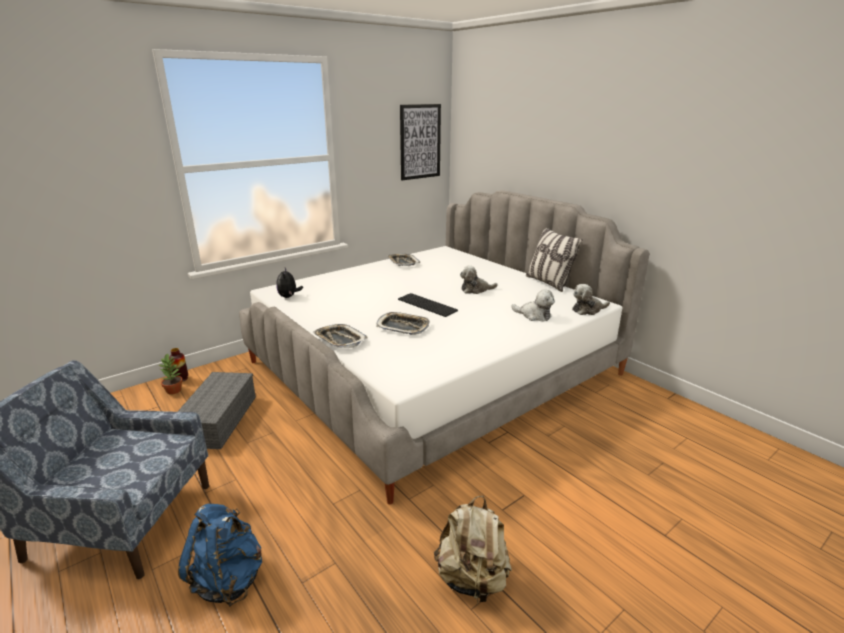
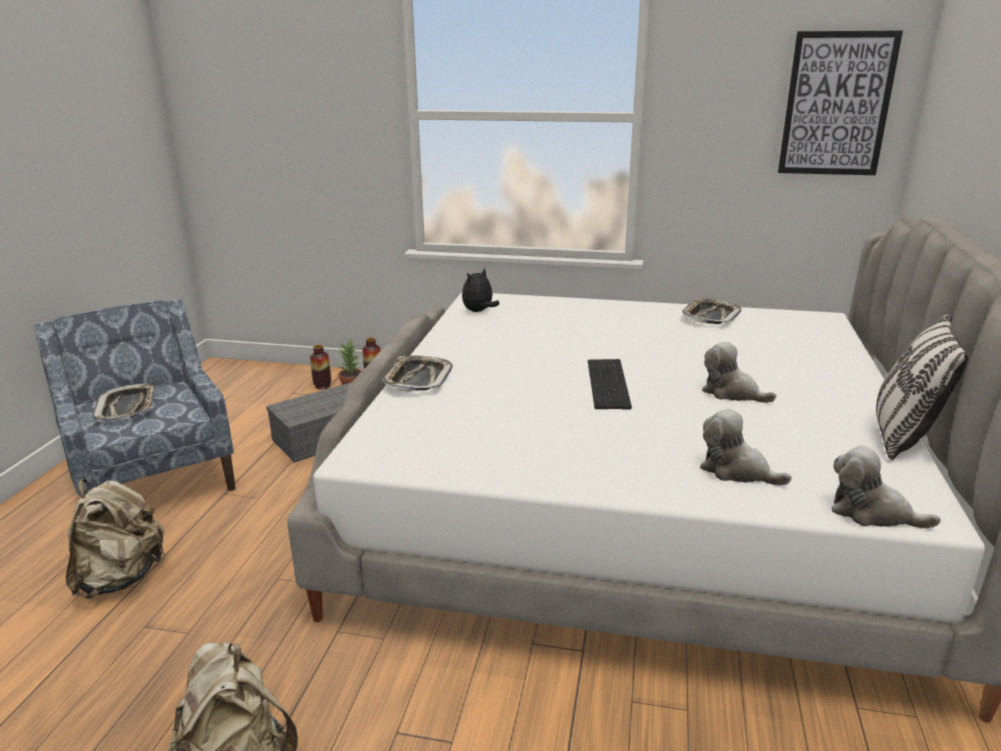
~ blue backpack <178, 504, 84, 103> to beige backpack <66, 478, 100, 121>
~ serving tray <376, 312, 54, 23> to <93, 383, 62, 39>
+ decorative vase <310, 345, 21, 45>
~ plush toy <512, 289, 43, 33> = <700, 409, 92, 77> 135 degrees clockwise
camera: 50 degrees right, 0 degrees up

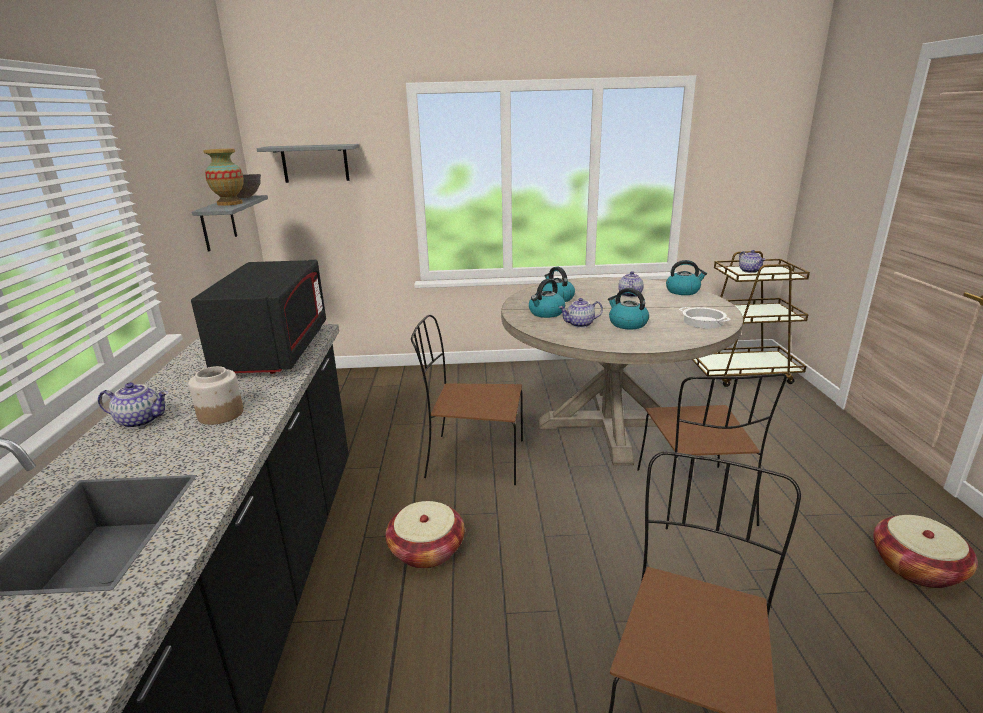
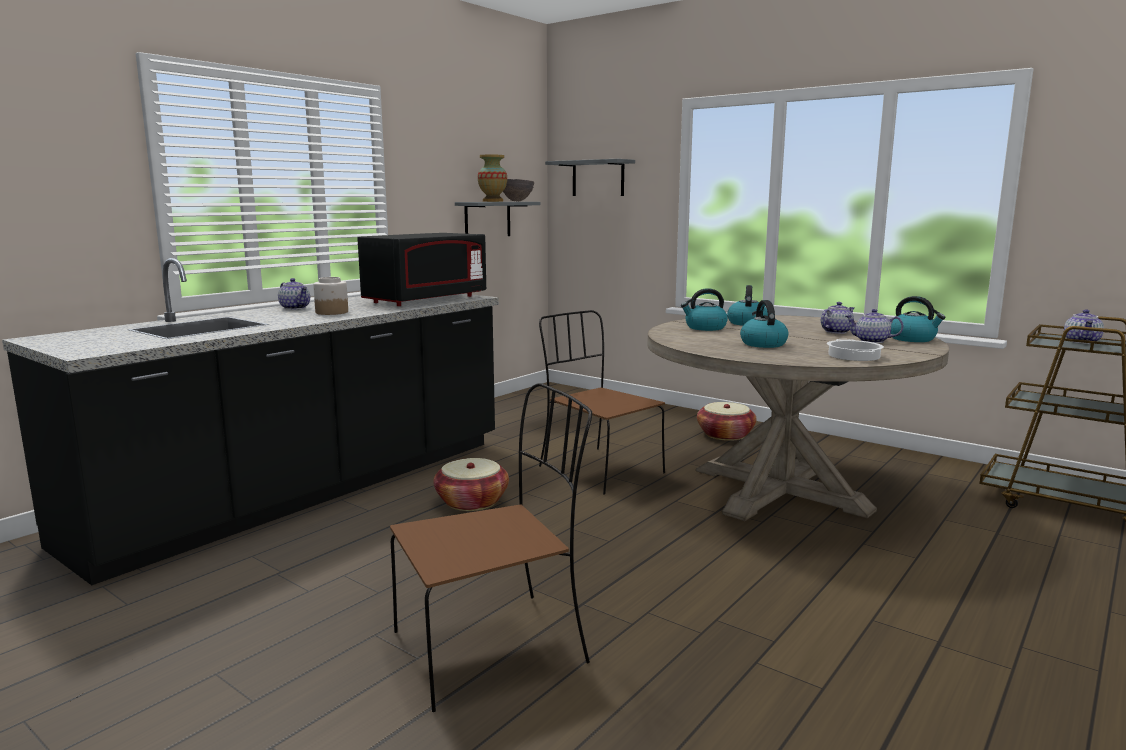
~ household basket <873, 515, 105, 73> to <697, 402, 59, 39>
~ teapot <558, 298, 45, 30> to <846, 309, 57, 34>
- brown-coloured upright chair <637, 373, 150, 157>
camera: 40 degrees right, 10 degrees down

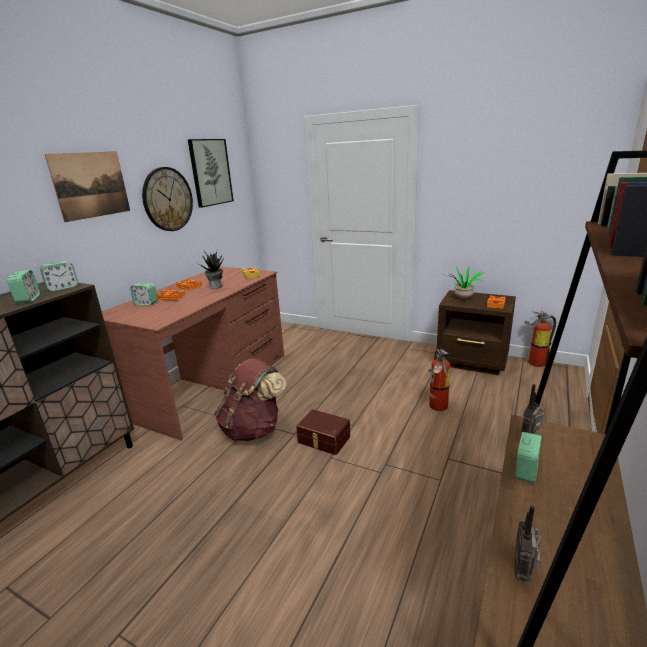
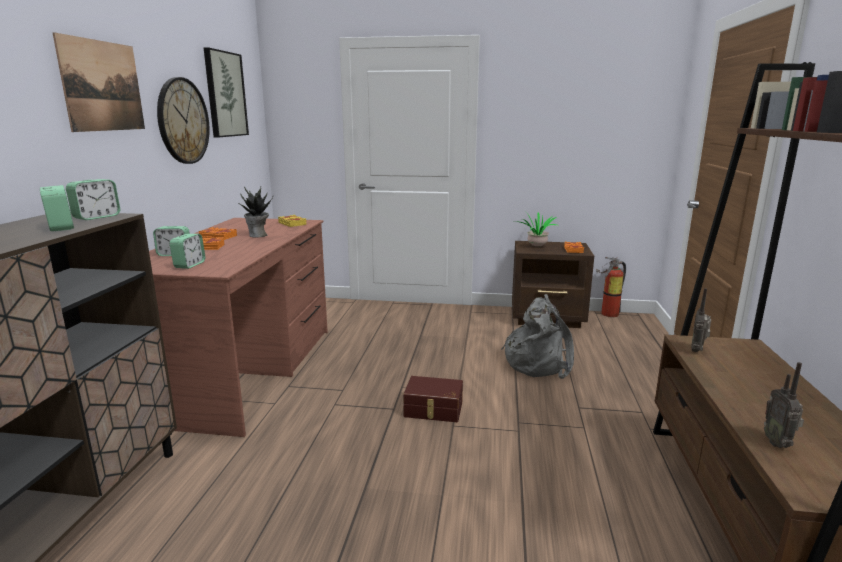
~ bedside clock <515, 432, 27, 51> to <170, 234, 35, 35>
~ fire-fighting cylinder <428, 348, 22, 63> to grey backpack <501, 294, 73, 85>
- brown-coloured backpack <214, 358, 72, 83>
camera: 20 degrees left, 5 degrees down

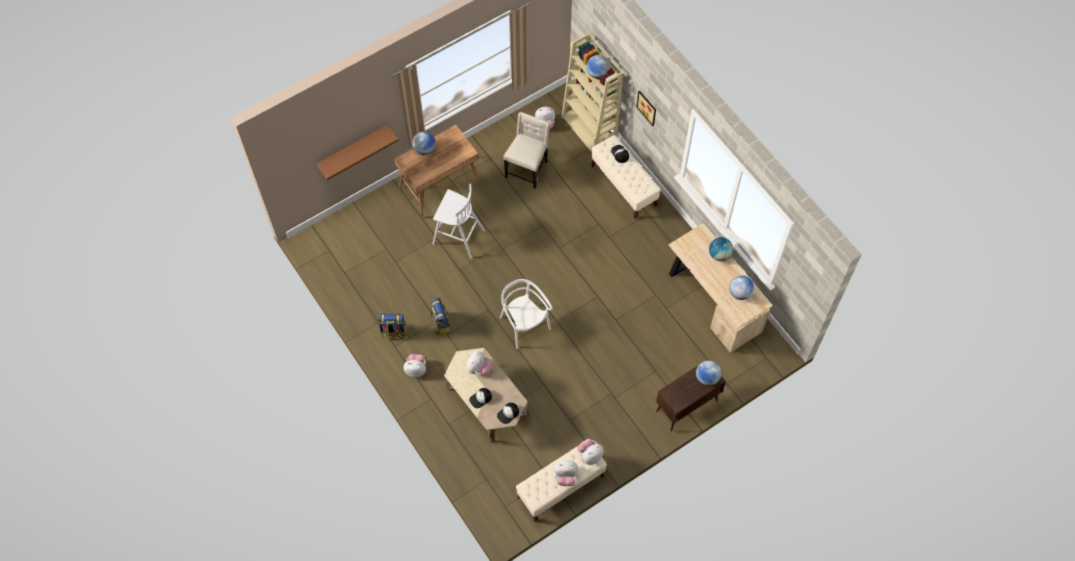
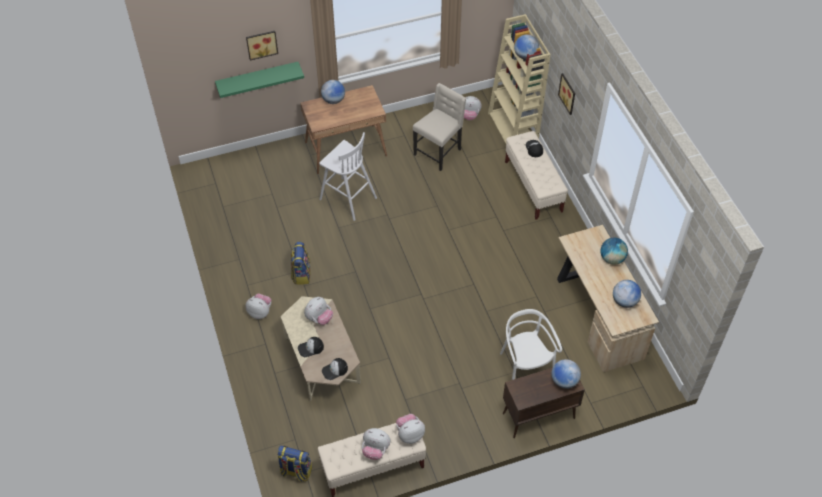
~ brown-coloured bracket shelf <316, 125, 83, 55> to green-coloured bracket shelf <215, 62, 89, 36>
+ picture <246, 31, 32, 29>
~ backpack <378, 314, 28, 25> to <277, 445, 35, 37>
~ whitish upright chair <500, 279, 53, 70> to <500, 309, 62, 71>
camera: 15 degrees right, 10 degrees down

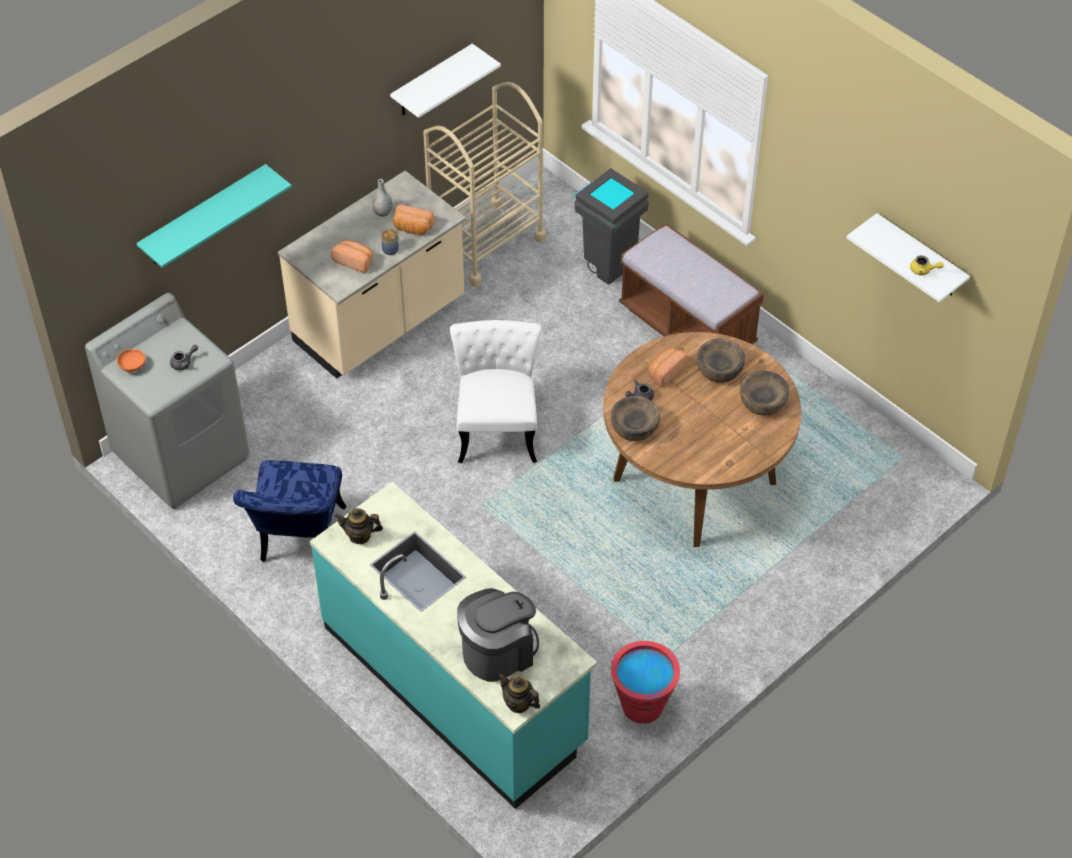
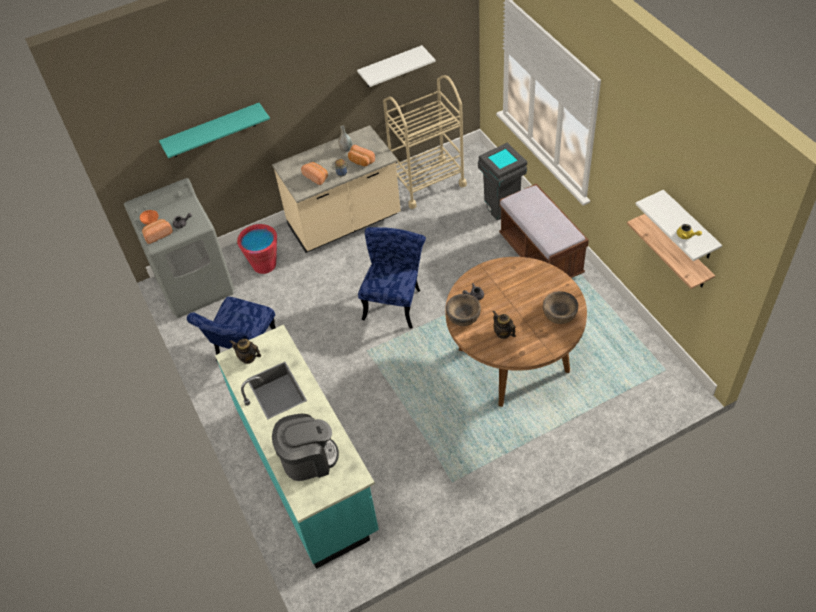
~ bakery bread <648, 348, 40, 39> to <142, 219, 31, 25>
~ red bucket <611, 641, 69, 83> to <237, 224, 40, 50>
~ whitish upright chair <450, 320, 92, 143> to blue upright chair <358, 227, 68, 101>
~ teapot <498, 673, 42, 40> to <493, 311, 23, 28>
+ bracket shelf <627, 214, 88, 75>
- brown-coloured deep dish <697, 338, 48, 45>
camera: 20 degrees right, 0 degrees up

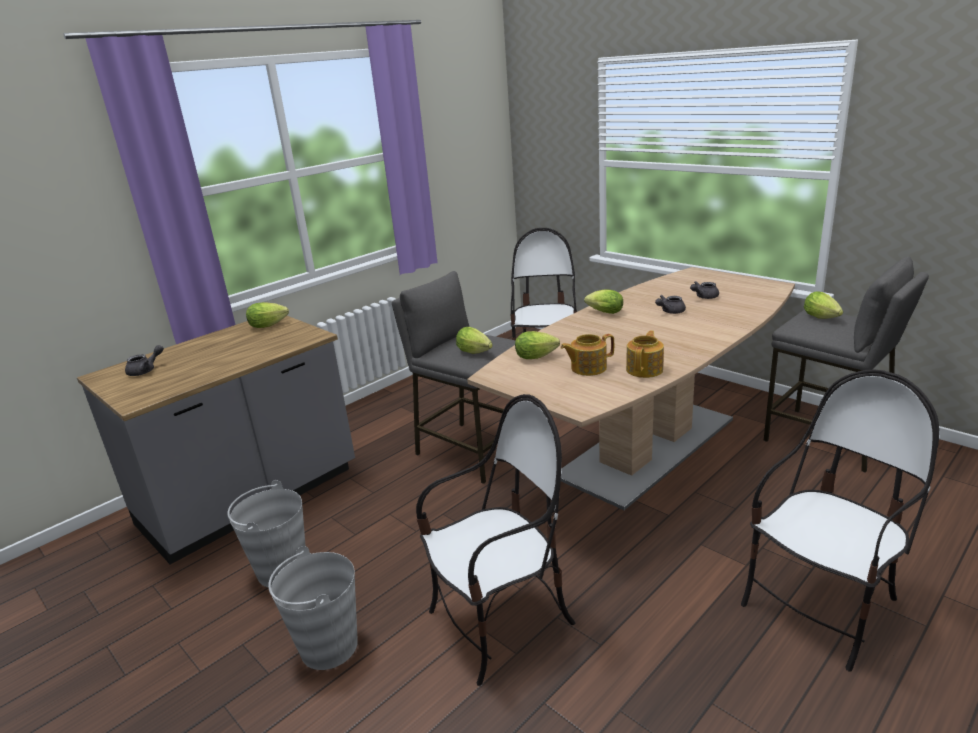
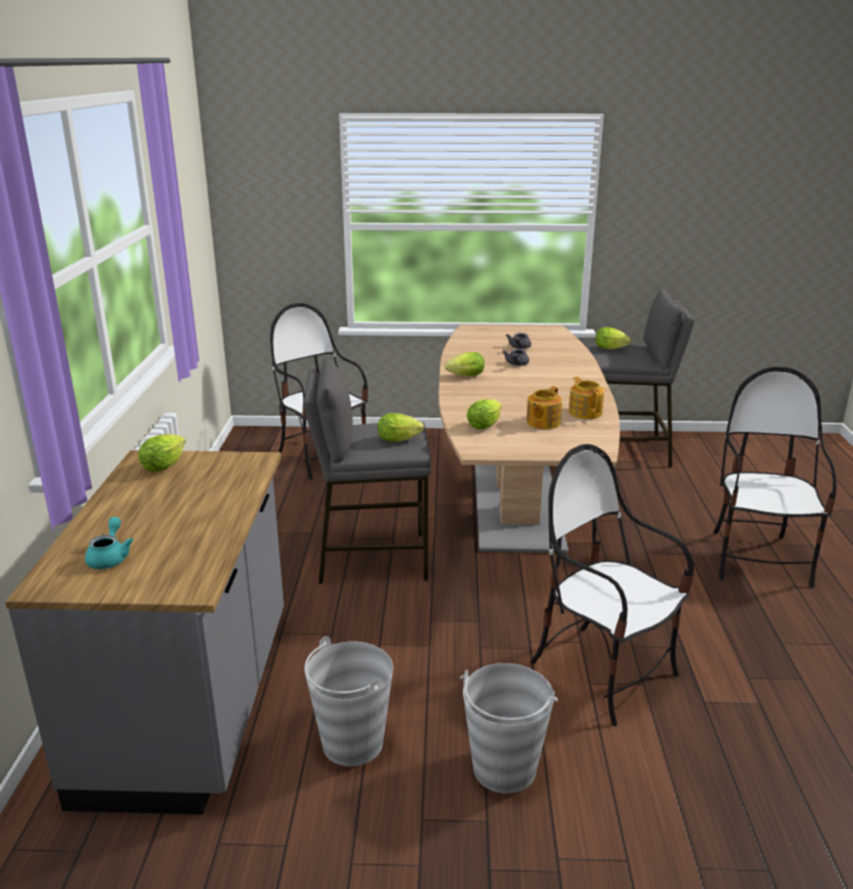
~ grey teapot <125, 345, 39, 31> to turquoise-coloured teapot <85, 517, 49, 52>
~ upright chair <416, 394, 159, 292> = <530, 444, 164, 282> 60 degrees counterclockwise
camera: 45 degrees left, 0 degrees up

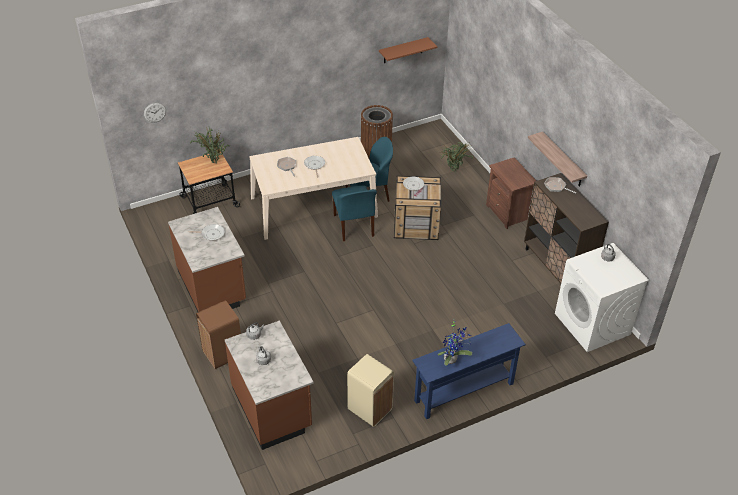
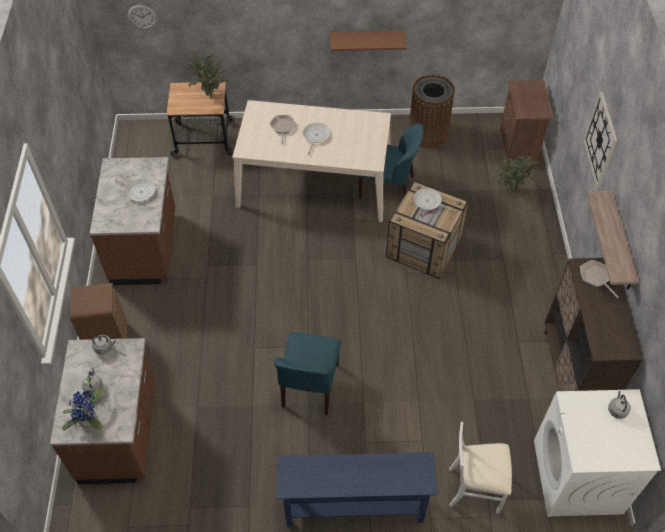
~ potted plant <437, 321, 35, 45> to <62, 375, 42, 56>
~ blue upright chair <332, 186, 45, 55> to <274, 332, 67, 83>
~ brown-coloured bracket shelf <379, 37, 58, 26> to <330, 31, 77, 20>
+ whitish upright chair <449, 422, 63, 92>
~ brown-coloured nightstand <486, 157, 50, 72> to <500, 80, 54, 81>
+ hanging clock <583, 92, 34, 95>
- beige waste bin <347, 354, 47, 73>
camera: 25 degrees right, 10 degrees up

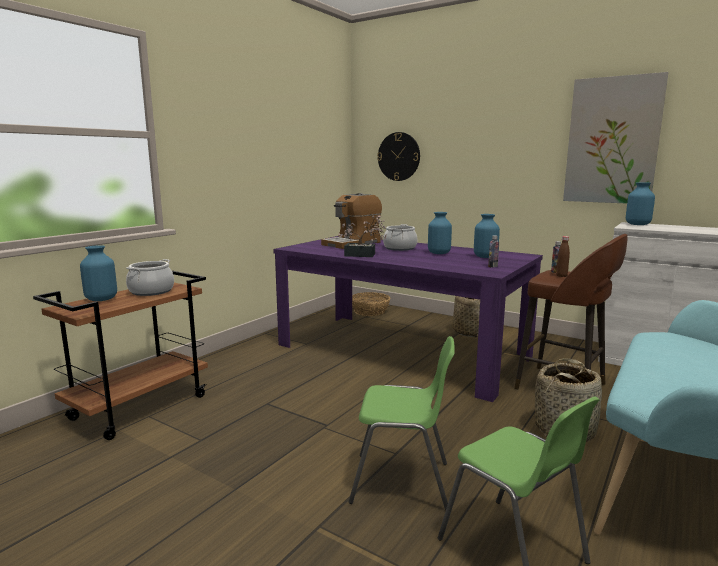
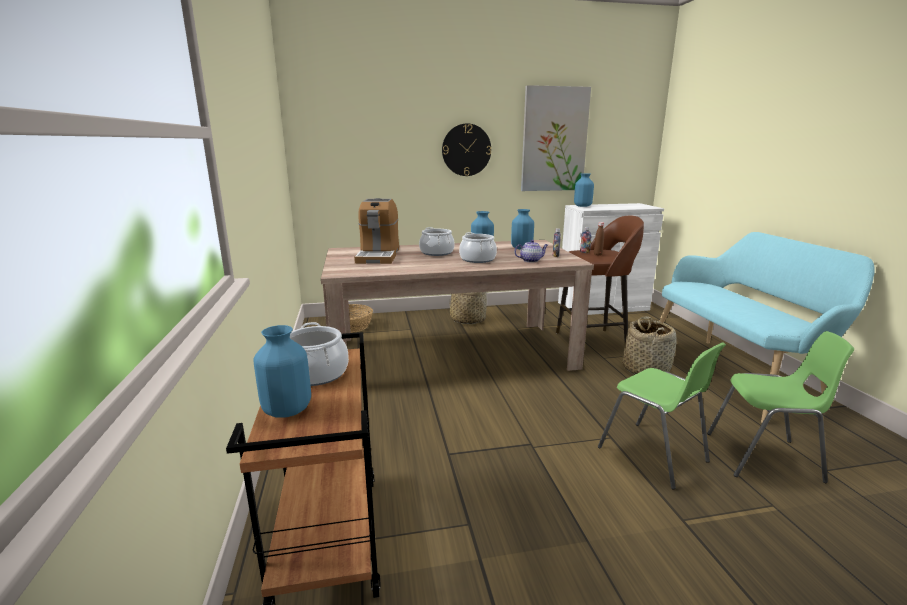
~ purple-coloured dining table <273, 236, 270, 166> to beige dining table <321, 240, 273, 131>
~ hanging clock <377, 132, 43, 49> to <442, 123, 49, 53>
+ stockpot <459, 232, 38, 31>
+ teapot <514, 240, 34, 22>
~ green-coloured upright chair <348, 336, 107, 174> = <598, 342, 128, 147> 90 degrees clockwise
- potted plant <338, 215, 49, 42>
camera: 45 degrees left, 5 degrees up

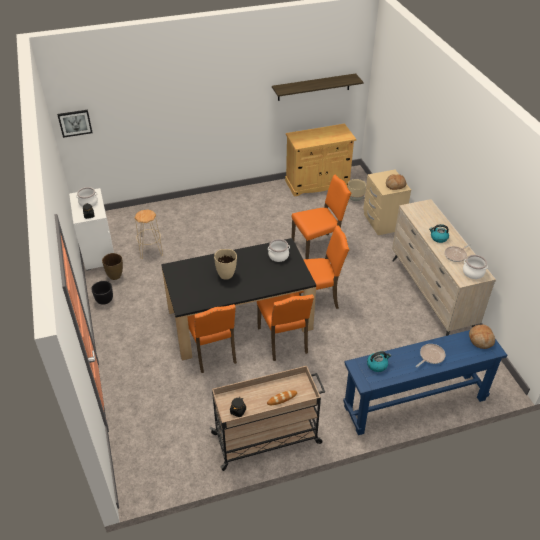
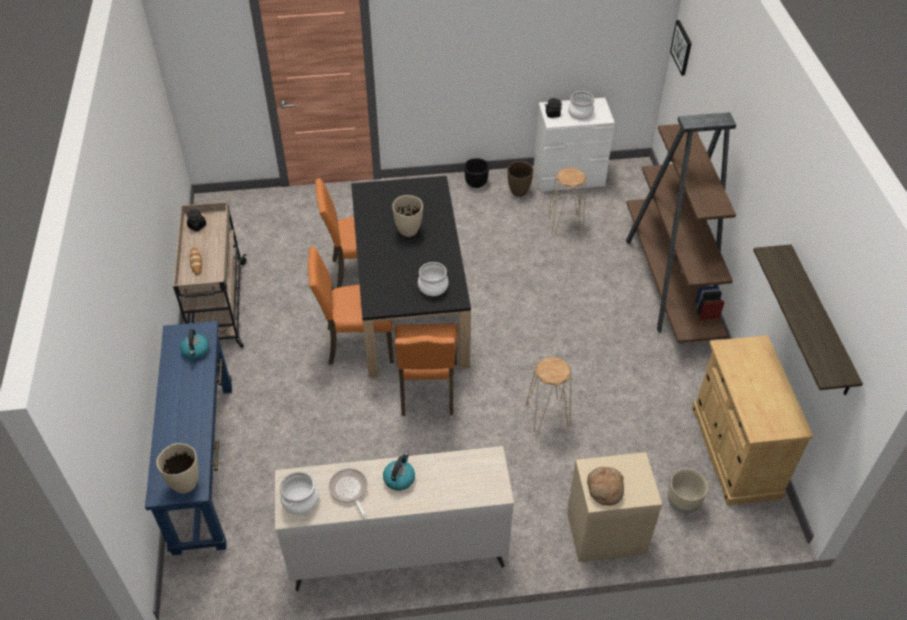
~ bakery bread <469, 325, 26, 24> to beige decorative vase <157, 443, 42, 50>
~ orangey upright chair <292, 175, 60, 84> to beige stool seat <525, 357, 46, 77>
+ brown-coloured bookshelf <626, 112, 110, 231>
- skillet <416, 344, 30, 24>
camera: 100 degrees right, 5 degrees up

